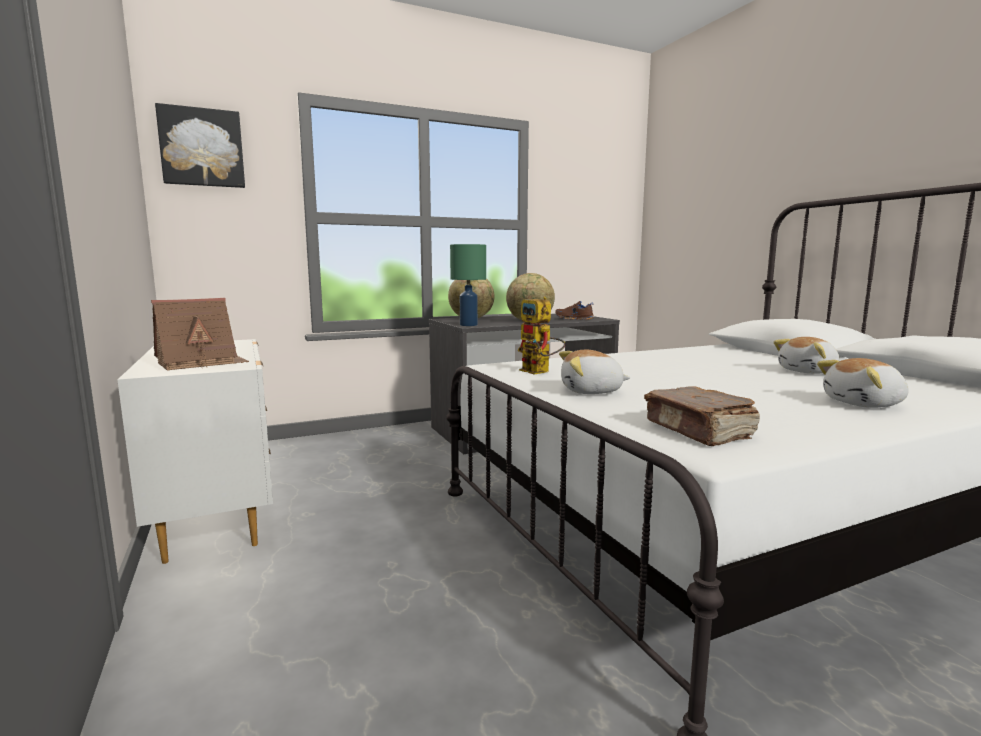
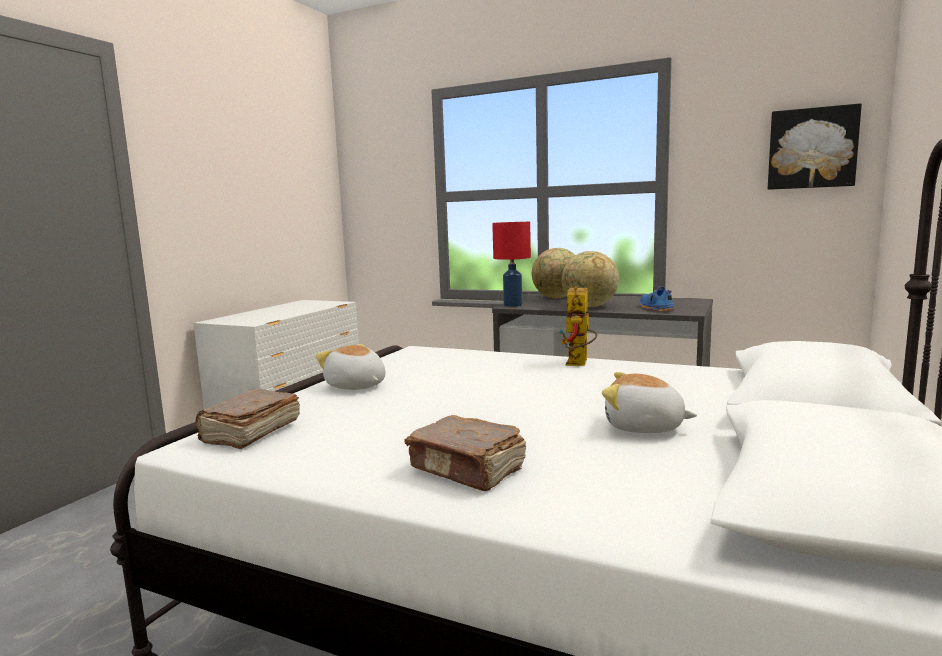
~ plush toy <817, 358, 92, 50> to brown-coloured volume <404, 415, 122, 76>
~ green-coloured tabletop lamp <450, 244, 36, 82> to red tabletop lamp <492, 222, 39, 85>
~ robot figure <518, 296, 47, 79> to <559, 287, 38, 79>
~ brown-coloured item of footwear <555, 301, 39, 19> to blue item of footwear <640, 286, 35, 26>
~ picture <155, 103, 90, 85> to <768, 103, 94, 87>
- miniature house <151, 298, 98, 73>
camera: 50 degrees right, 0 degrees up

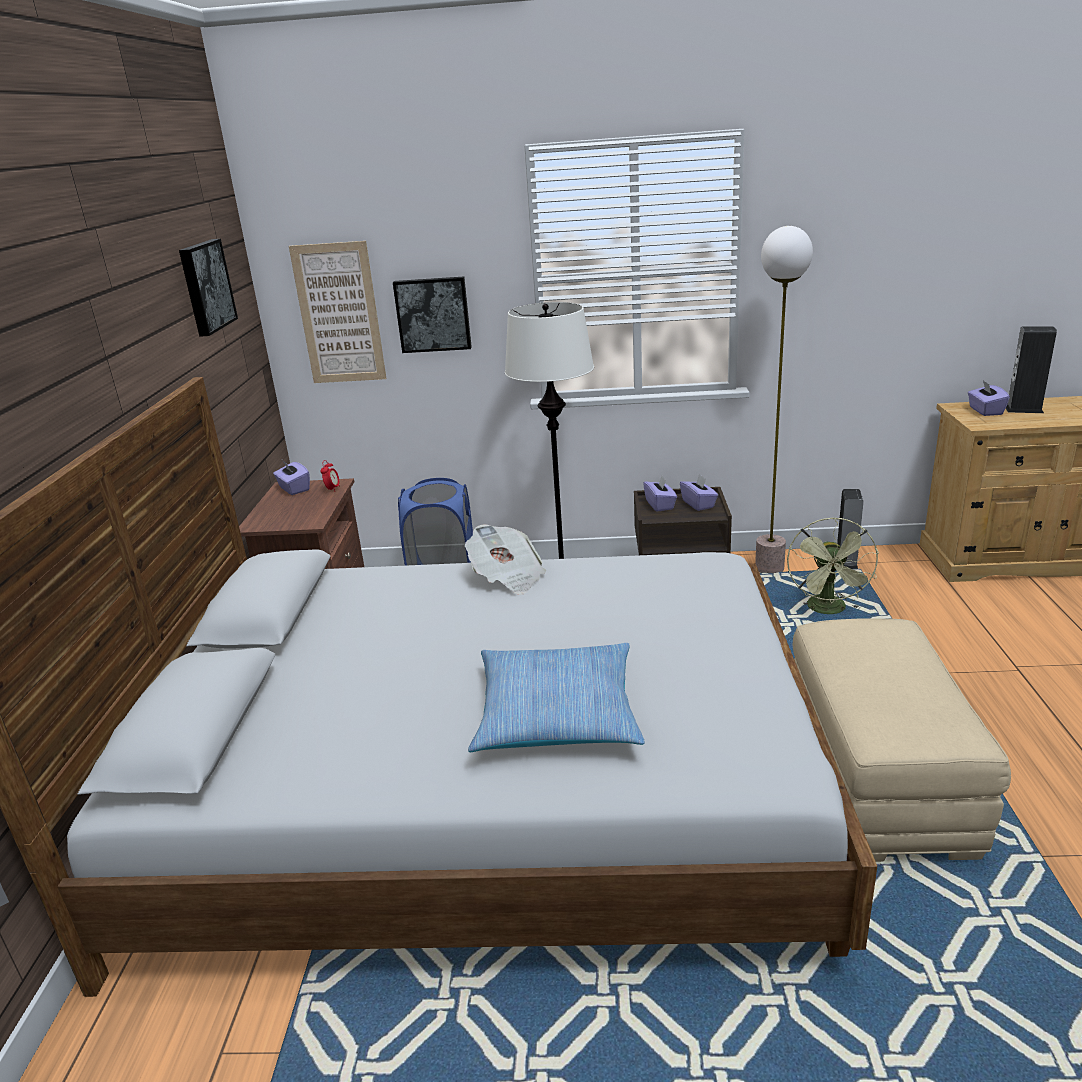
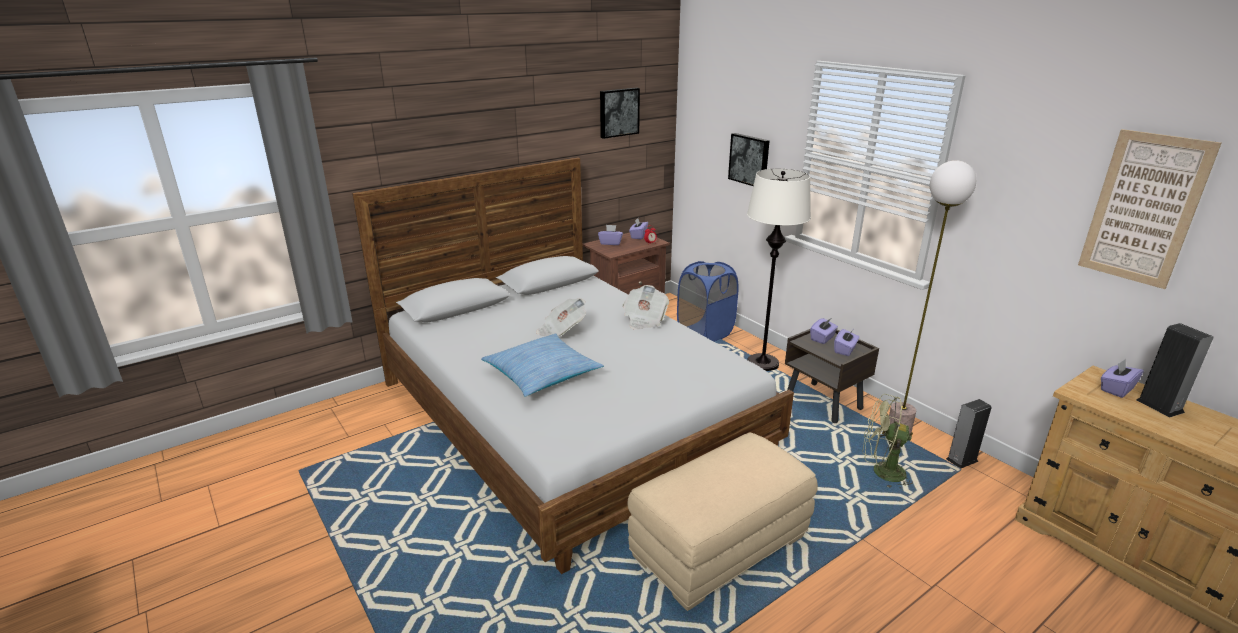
+ printed paper <536, 298, 50, 38>
+ purple-coloured box of tissues <598, 225, 25, 20>
~ green-coloured electric fan <787, 517, 92, 97> = <862, 394, 51, 95> 45 degrees clockwise
~ picture <289, 241, 97, 142> to <1078, 129, 143, 160>
camera: 50 degrees right, 0 degrees up

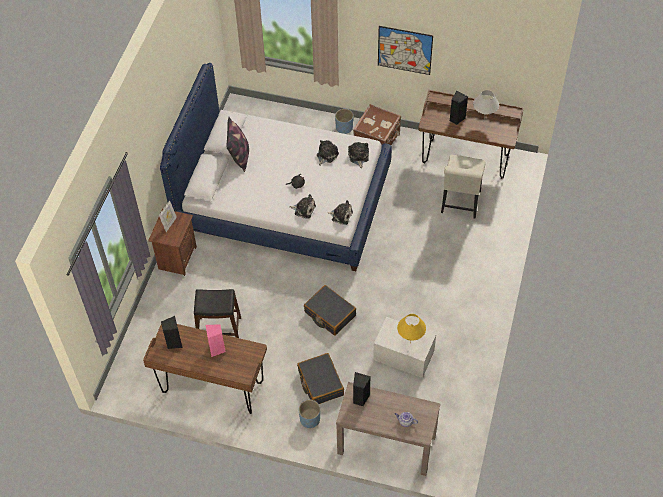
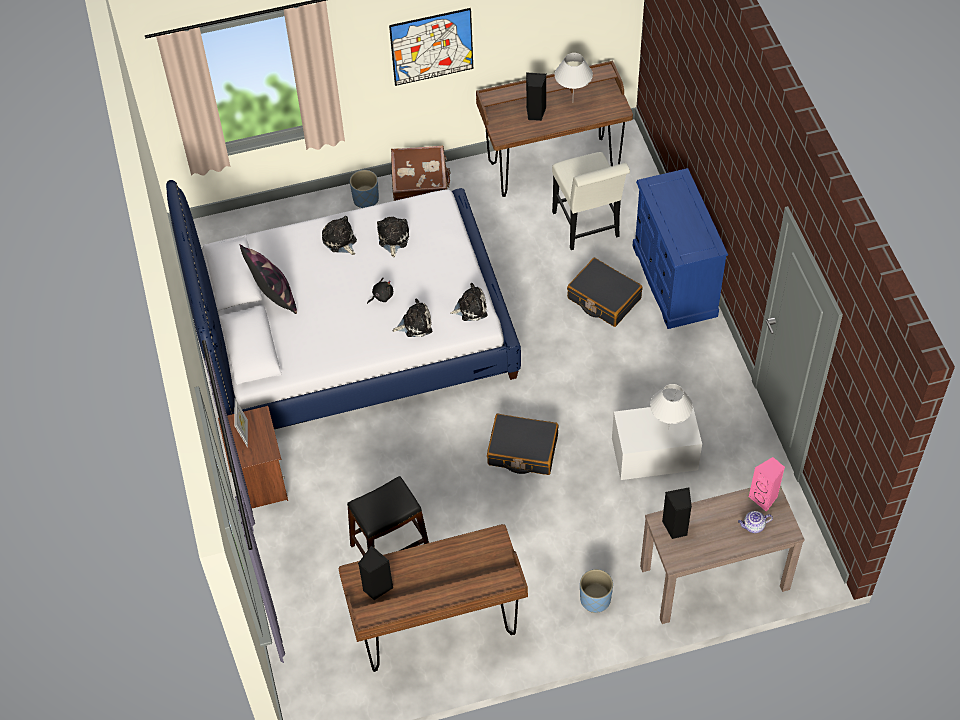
~ plush toy <348, 142, 21, 27> to <322, 216, 35, 39>
~ blackish suitcase <297, 353, 47, 51> to <567, 258, 76, 69>
+ blue dresser <633, 168, 95, 161>
~ yellow-coloured tabletop lamp <397, 314, 29, 29> to whitish tabletop lamp <650, 384, 43, 46>
~ pink loudspeaker <205, 324, 20, 33> to <749, 457, 36, 55>
camera: 30 degrees left, 0 degrees up

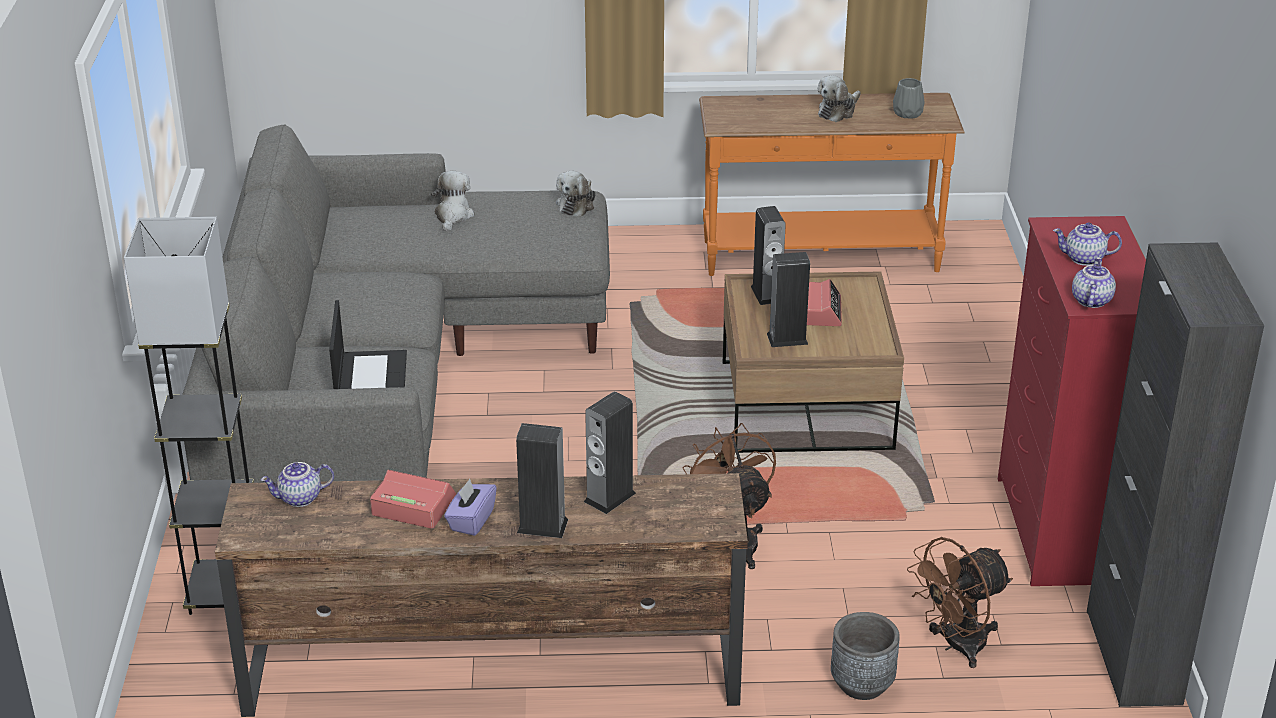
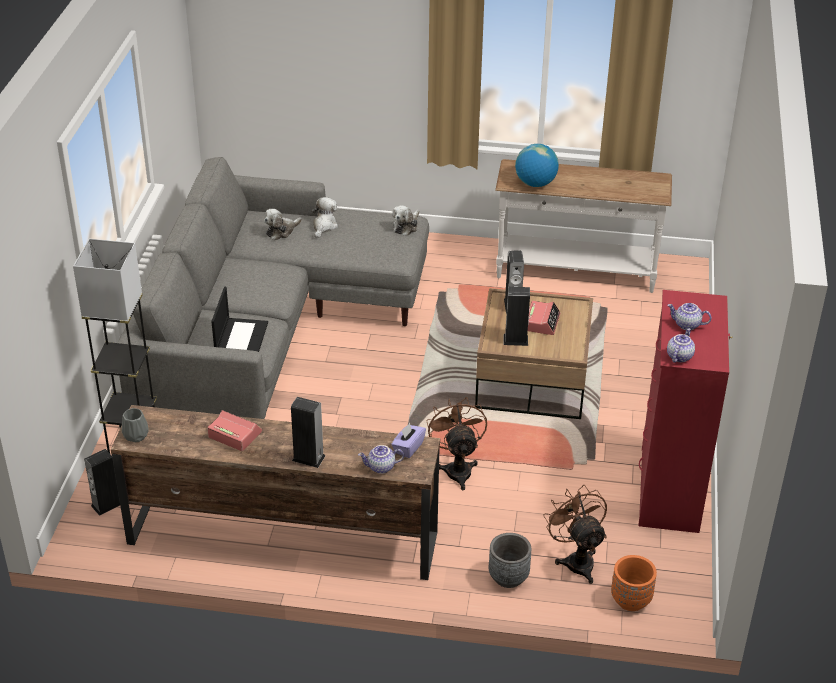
~ loudspeaker <584, 391, 52, 123> to <84, 449, 36, 67>
~ grey decorative vase <893, 78, 32, 40> to <122, 408, 27, 34>
~ plush toy <818, 75, 43, 47> to <264, 209, 38, 31>
~ teapot <260, 462, 74, 45> to <358, 445, 46, 29>
~ purple-coloured box of tissues <444, 479, 53, 57> to <391, 423, 35, 35>
~ orangey console table <699, 93, 266, 183> to whitish console table <495, 159, 177, 134>
+ desk globe <515, 144, 44, 43>
~ brown-coloured electric fan <907, 537, 106, 131> = <543, 485, 64, 99> 90 degrees clockwise
+ orangey planter <611, 555, 46, 56>
- blackish cupboard <1087, 243, 177, 464>
camera: 10 degrees right, 5 degrees up

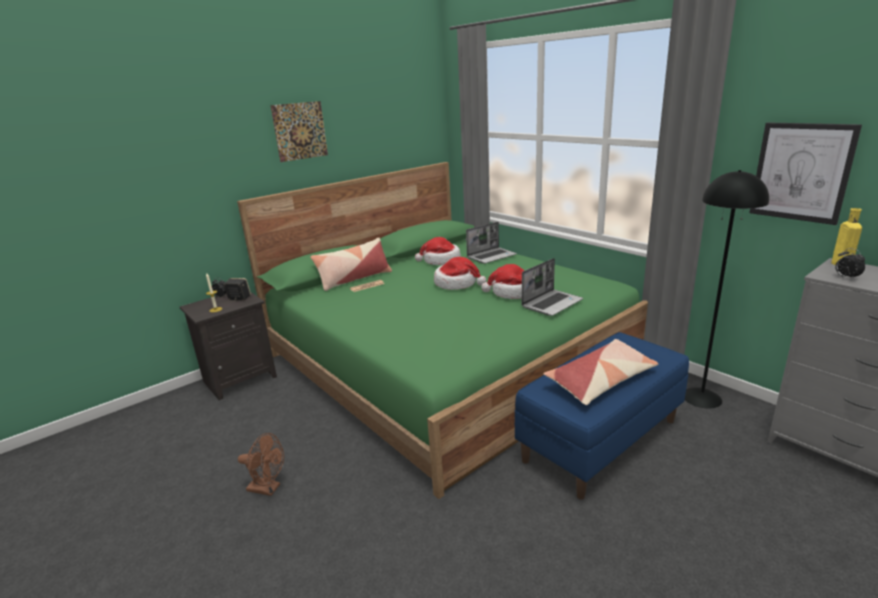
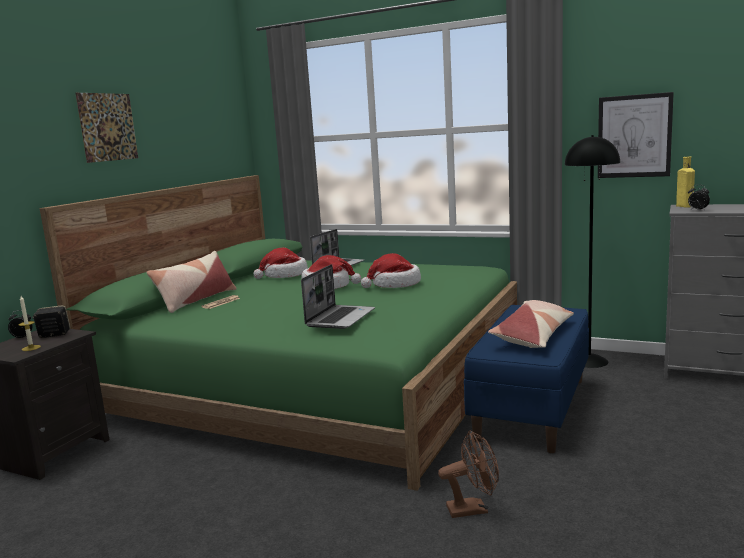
~ notebook computer <522, 258, 61, 58> to <301, 264, 74, 65>
~ brown-coloured electric fan <238, 433, 46, 63> to <438, 430, 61, 88>
camera: 25 degrees left, 10 degrees down

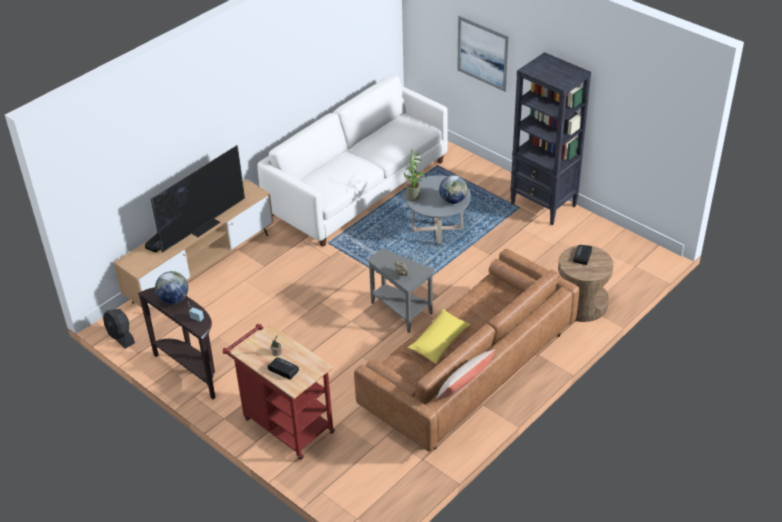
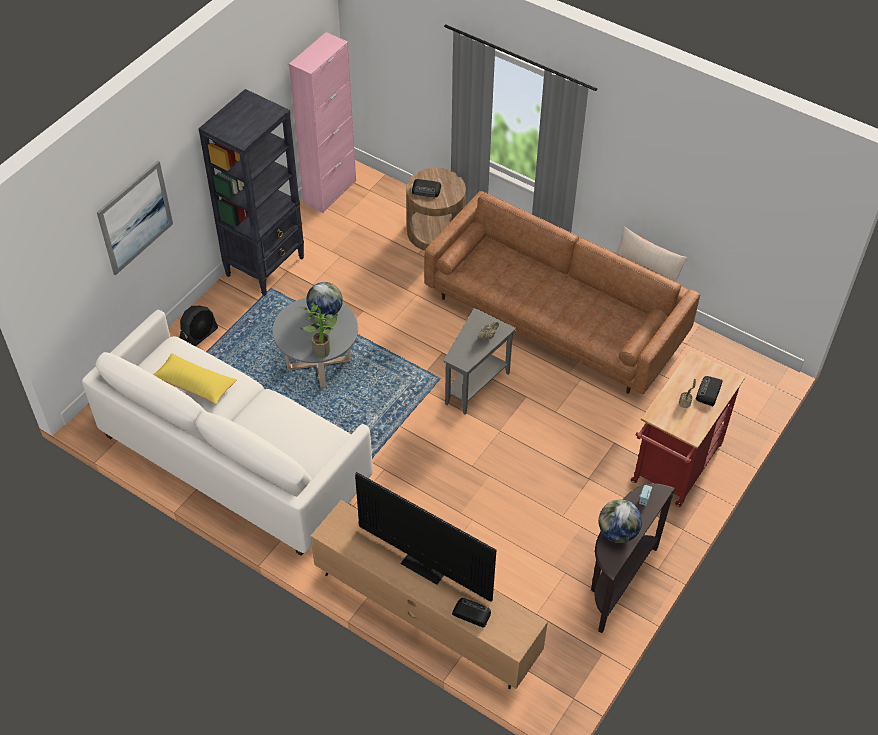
~ yellow-coloured pillow <408, 309, 63, 55> to <153, 353, 84, 52>
~ blackish electric fan <103, 309, 32, 40> to <179, 306, 39, 40>
+ pink cupboard <289, 32, 67, 181>
camera: 100 degrees left, 10 degrees up

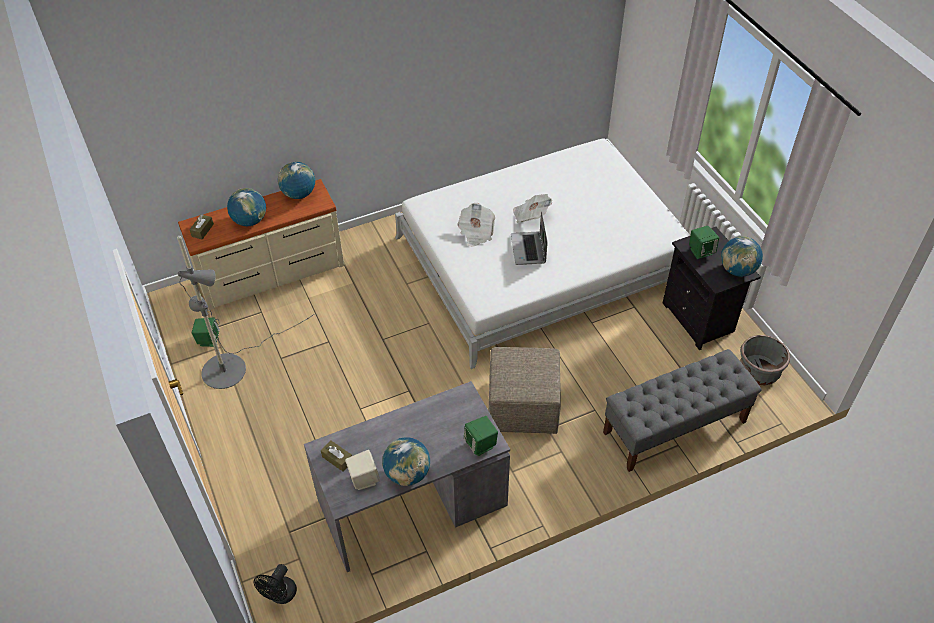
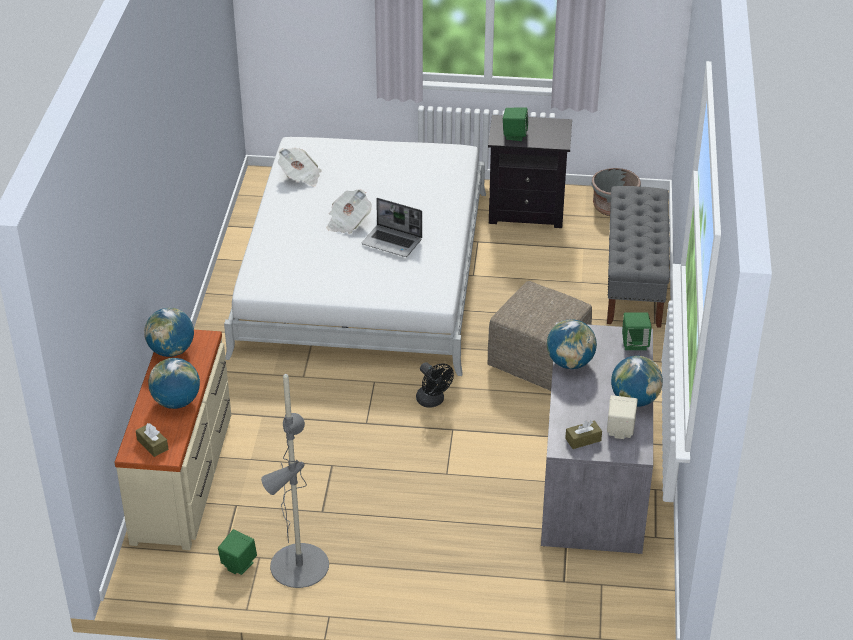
~ printed paper <458, 203, 37, 44> to <278, 148, 44, 38>
~ blackish electric fan <254, 564, 43, 40> to <416, 362, 38, 45>
~ desk globe <721, 236, 42, 41> to <547, 319, 50, 50>
camera: 60 degrees left, 10 degrees down

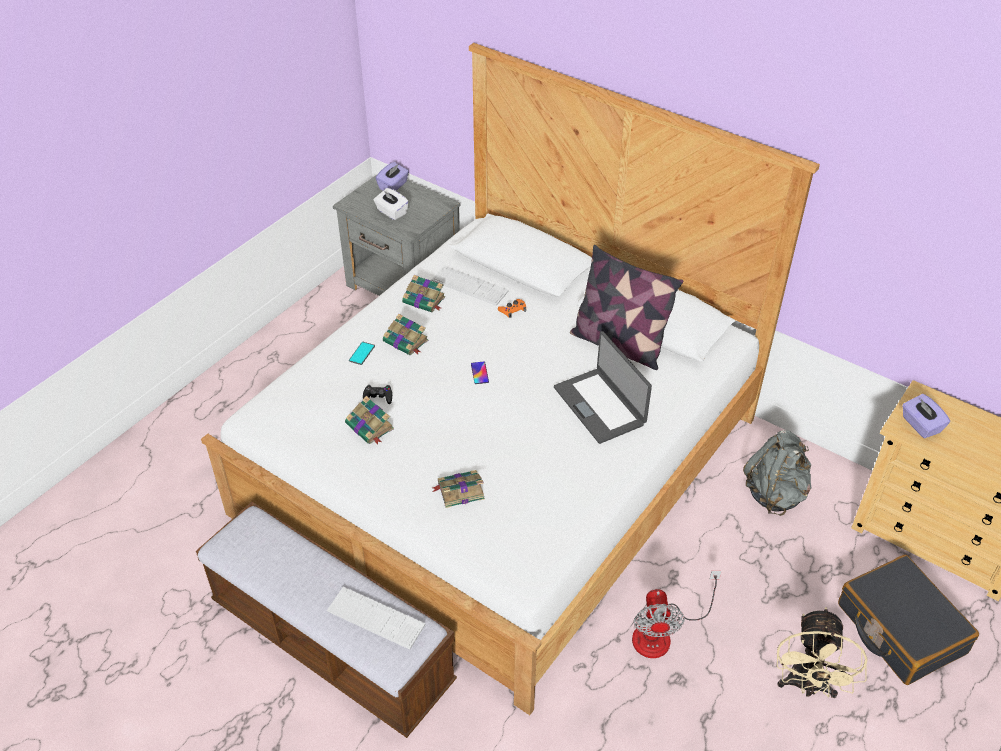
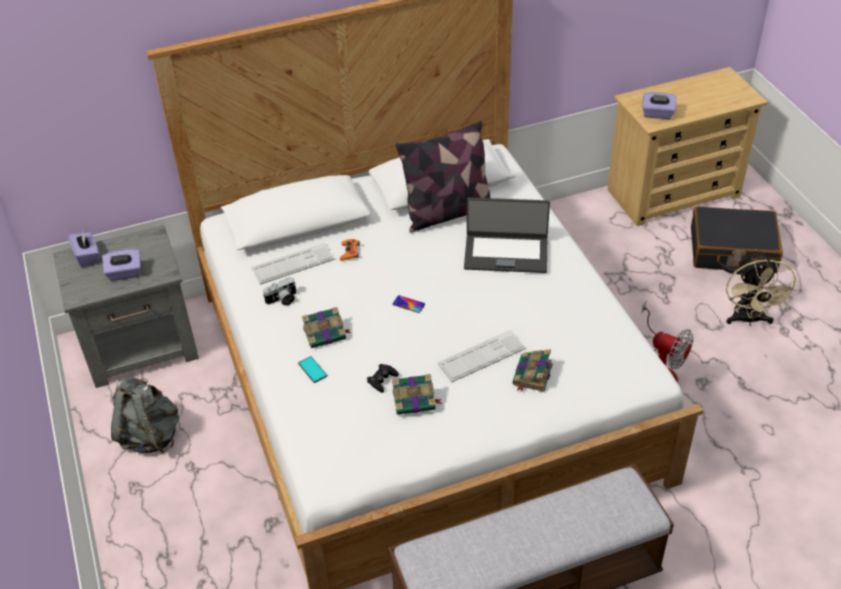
~ whitish box of tissues <374, 188, 35, 32> to purple-coloured box of tissues <102, 249, 39, 32>
~ grey backpack <743, 430, 68, 86> to <111, 377, 68, 76>
~ volume <402, 275, 43, 37> to still camera <263, 277, 33, 29>
~ keyboard <327, 587, 98, 63> to <437, 330, 89, 52>
~ beige electric fan <777, 607, 90, 91> = <726, 249, 72, 77> 45 degrees clockwise
camera: 55 degrees left, 0 degrees up

